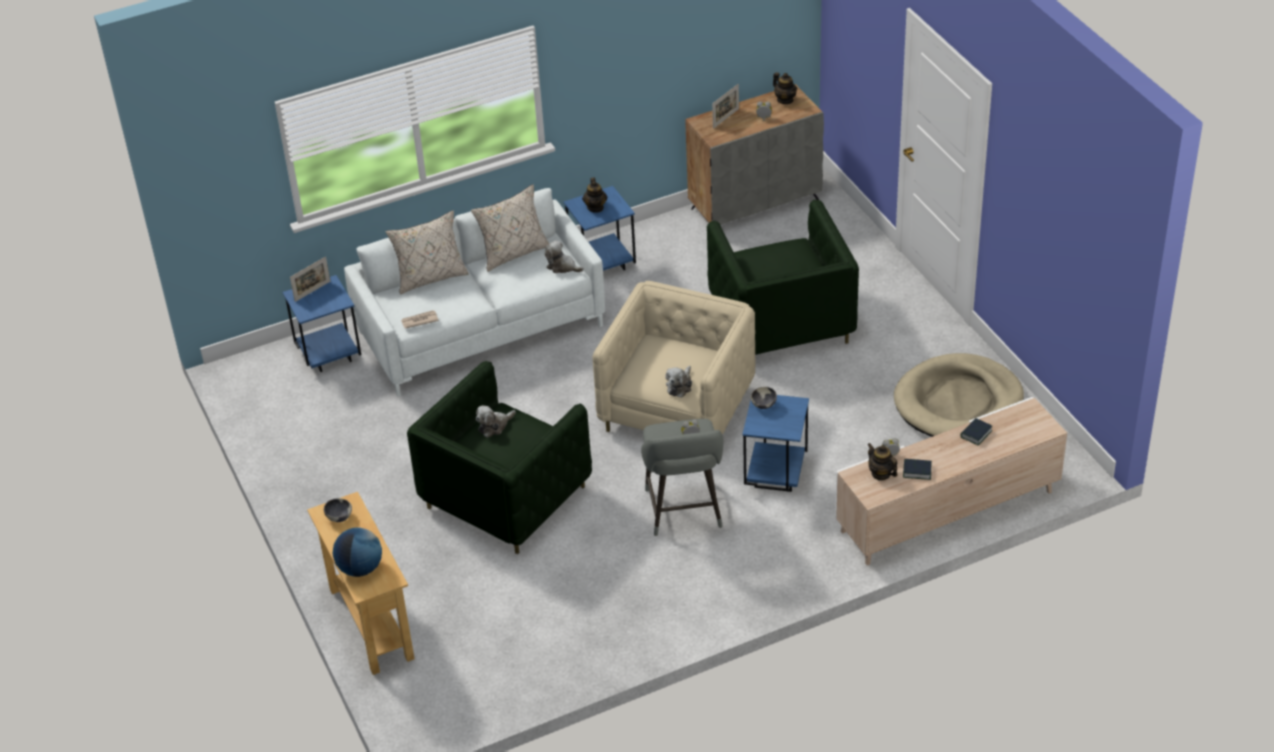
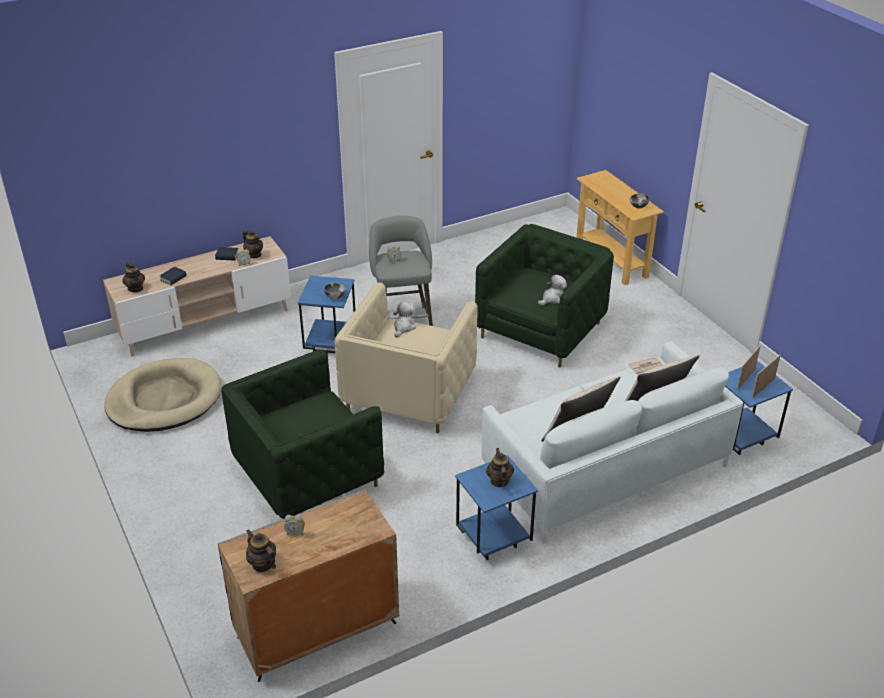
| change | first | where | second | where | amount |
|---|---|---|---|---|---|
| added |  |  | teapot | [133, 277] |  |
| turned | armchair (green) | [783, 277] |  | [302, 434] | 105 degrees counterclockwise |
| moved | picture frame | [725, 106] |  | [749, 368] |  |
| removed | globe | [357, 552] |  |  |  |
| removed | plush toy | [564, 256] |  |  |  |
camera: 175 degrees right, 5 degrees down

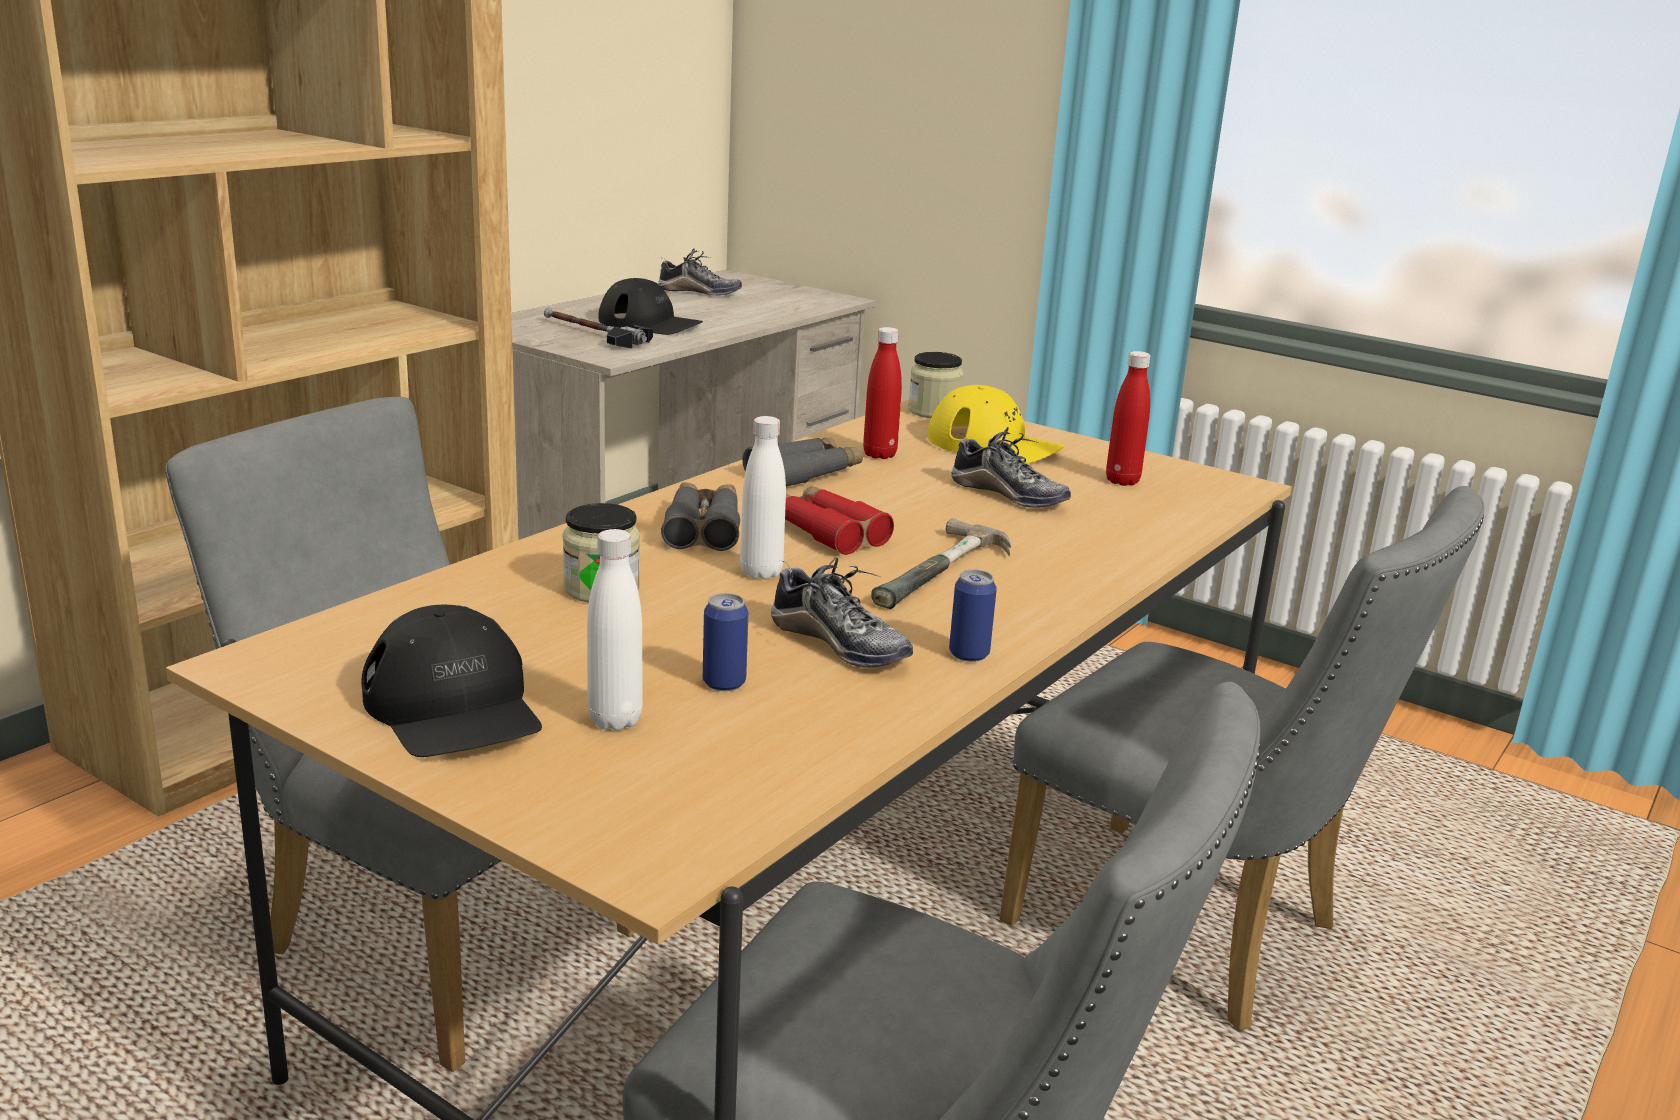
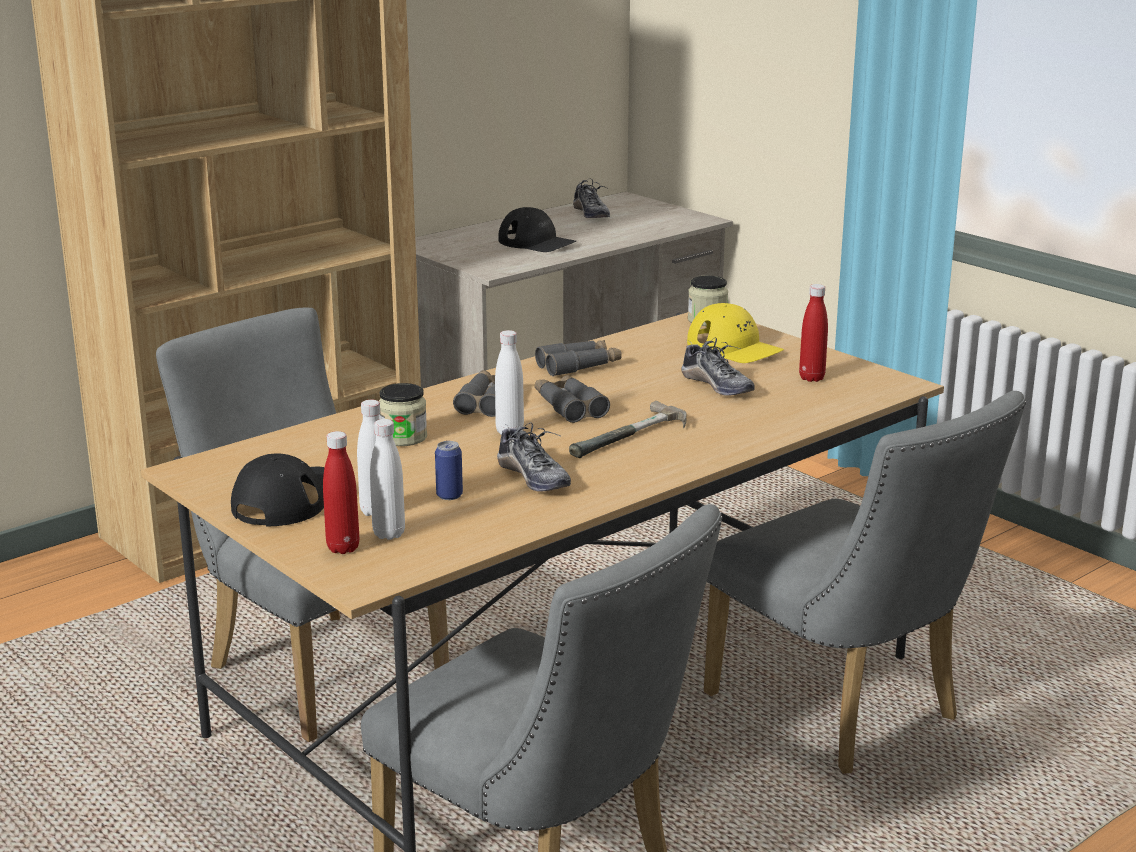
| change | first | where | second | where | amount |
|---|---|---|---|---|---|
| turned | cap (black) | [451, 681] |  | [278, 490] | 135 degrees counterclockwise |
| moved | bottle (red) | [882, 393] |  | [341, 492] |  |
| added |  |  | bottle (white) | [387, 479] |  |
| recoloured | binoculars (red) | [839, 520] | binoculars (grey) | [572, 399] |  |
| turned | shoe | [700, 272] |  | [591, 198] | 45 degrees clockwise |
| removed | hammer | [598, 328] |  |  |  |
| removed | can | [973, 615] |  |  |  |
camera: 15 degrees right, 0 degrees up

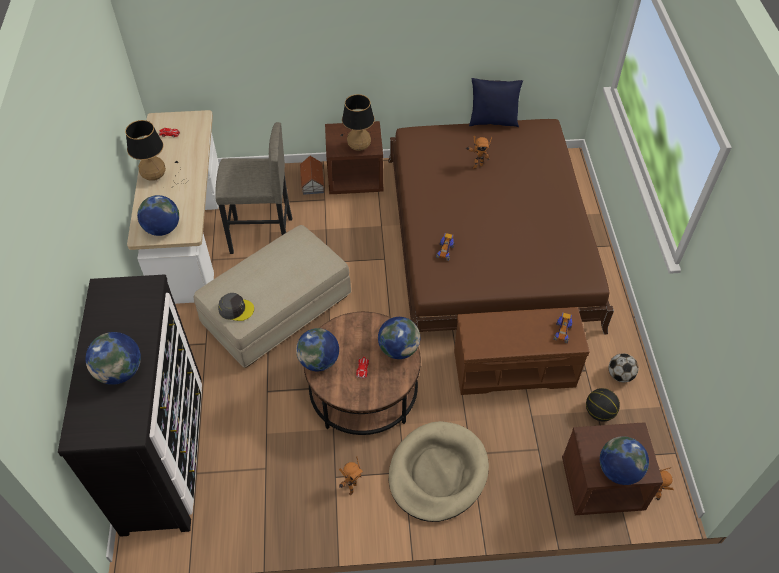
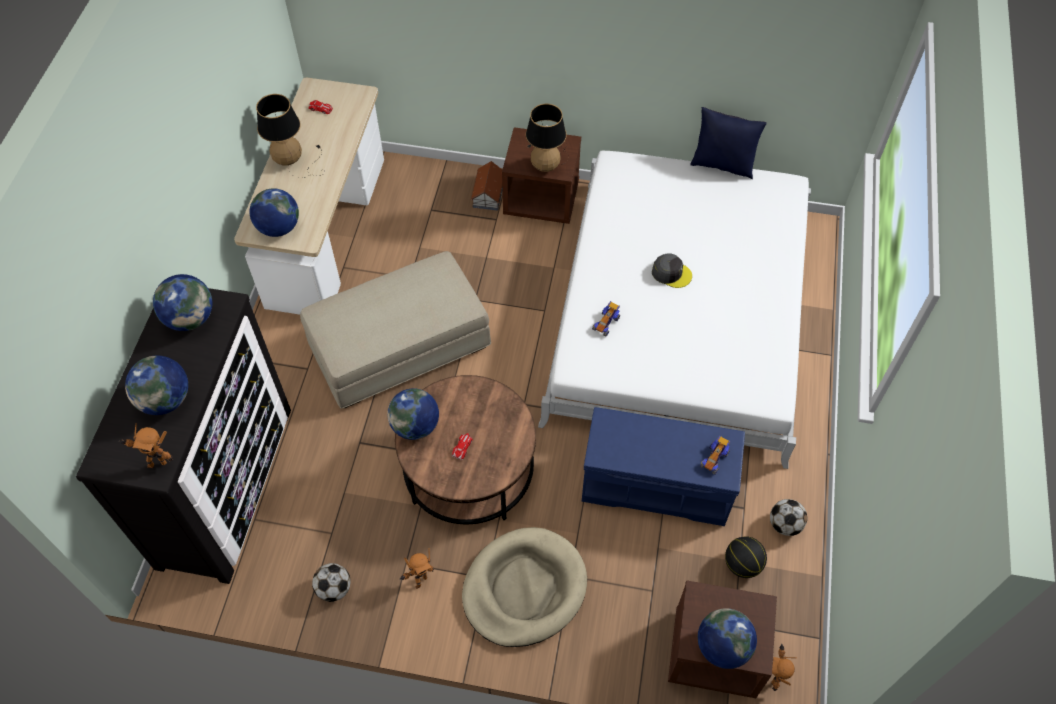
| change | first | where | second | where | amount |
|---|---|---|---|---|---|
| moved | toy robot | [479, 152] |  | [146, 445] |  |
| moved | globe | [399, 338] |  | [182, 302] |  |
| added |  |  | football | [331, 582] |  |
| recoloured | bed (brown) | [501, 226] | bed (white) | [674, 310] |  |
| recoloured | bench (brown) | [522, 351] | bench (blue) | [663, 466] |  |
| moved | cap (grey) | [236, 307] |  | [672, 270] |  |
| removed | stool (grey) | [253, 188] |  |  |  |
camera: 15 degrees right, 5 degrees up

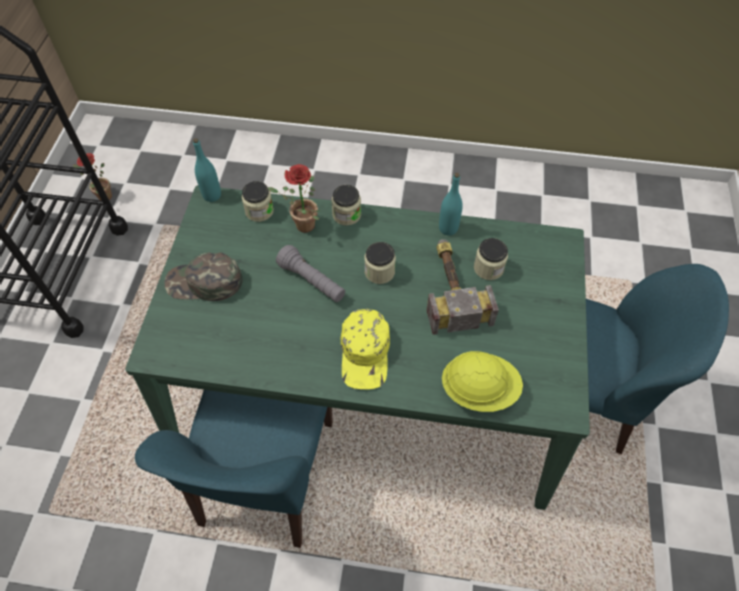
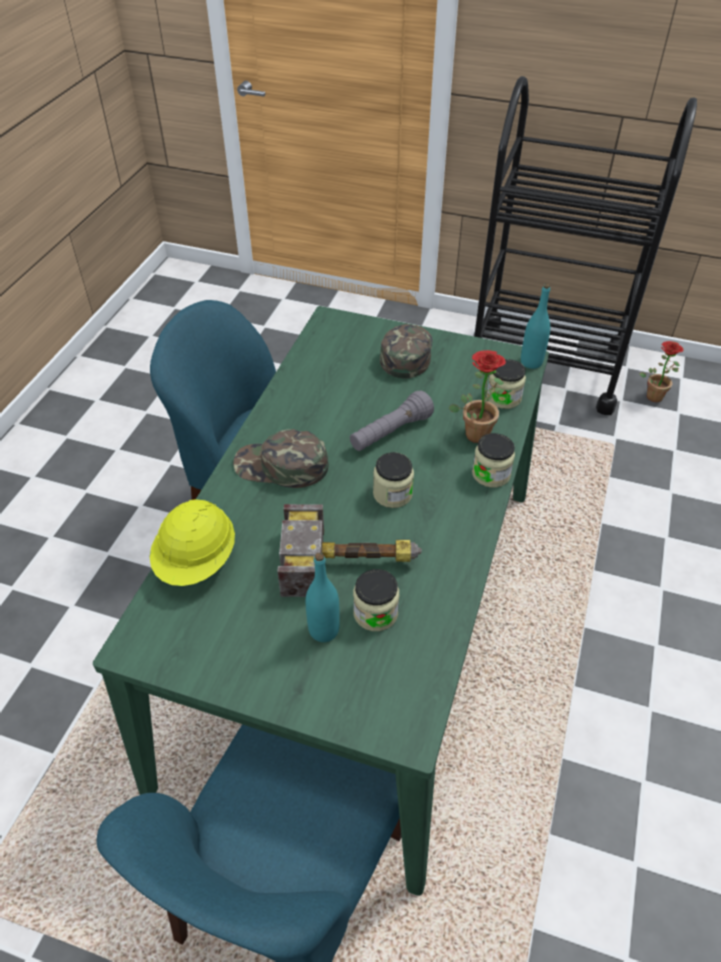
| change | first | where | second | where | amount |
|---|---|---|---|---|---|
| recoloured | cap (yellow) | [365, 349] | cap (green) | [280, 458] |  |
| moved | bottle (turquoise) | [451, 204] |  | [323, 597] |  |
camera: 100 degrees right, 10 degrees down

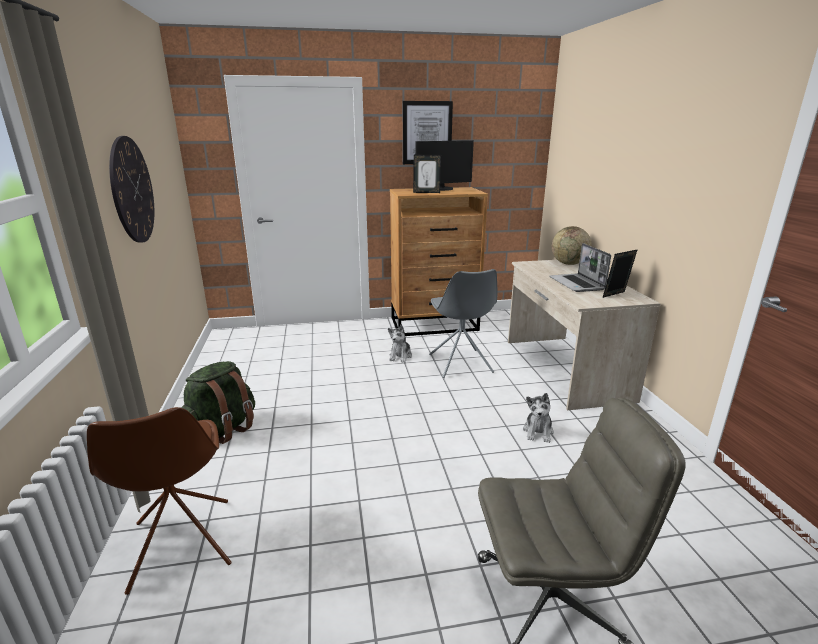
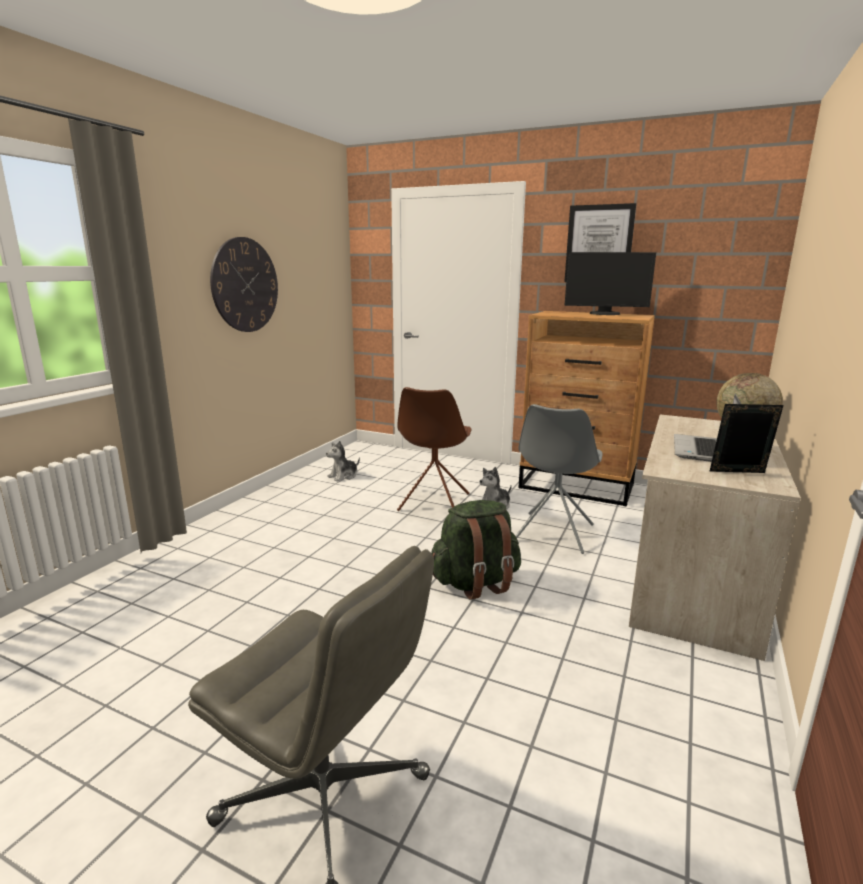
| change | first | where | second | where | amount |
|---|---|---|---|---|---|
| moved | plush toy | [538, 418] |  | [343, 461] |  |
| moved | chair (brown) | [159, 501] |  | [434, 449] |  |
| moved | backpack (green) | [218, 402] |  | [476, 549] |  |
| removed | picture frame | [427, 174] |  |  |  |
camera: 35 degrees right, 5 degrees down

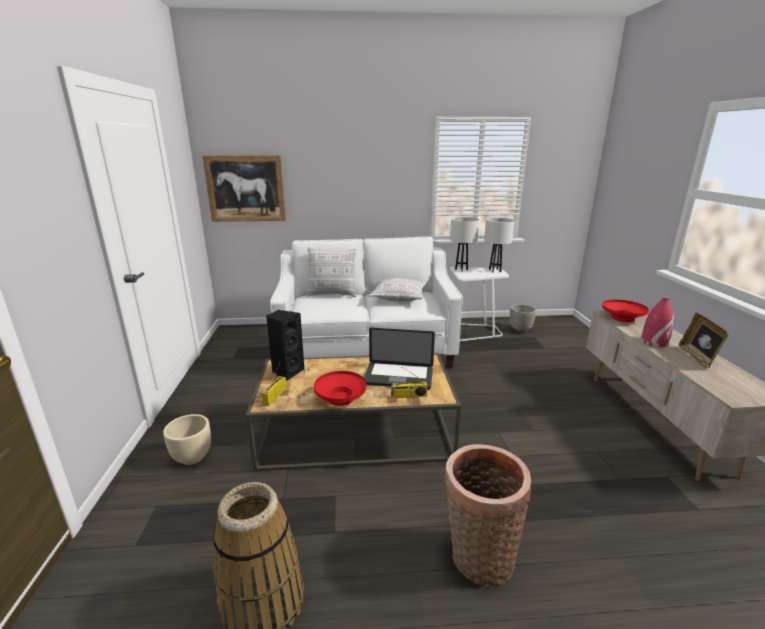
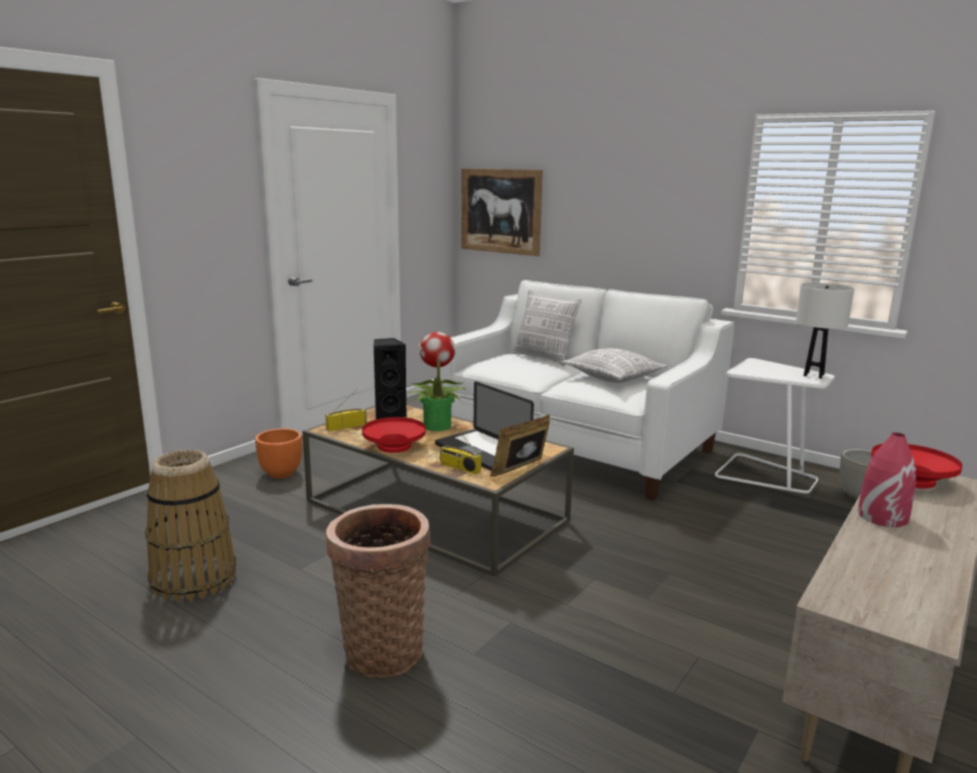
| change | first | where | second | where | amount |
|---|---|---|---|---|---|
| recoloured | planter (beige) | [187, 439] | planter (orange) | [278, 453] |  |
| added |  |  | potted plant | [438, 381] |  |
| moved | picture frame | [703, 341] |  | [520, 445] |  |
| removed | table lamp (white) | [464, 244] |  |  |  |
camera: 40 degrees right, 5 degrees down

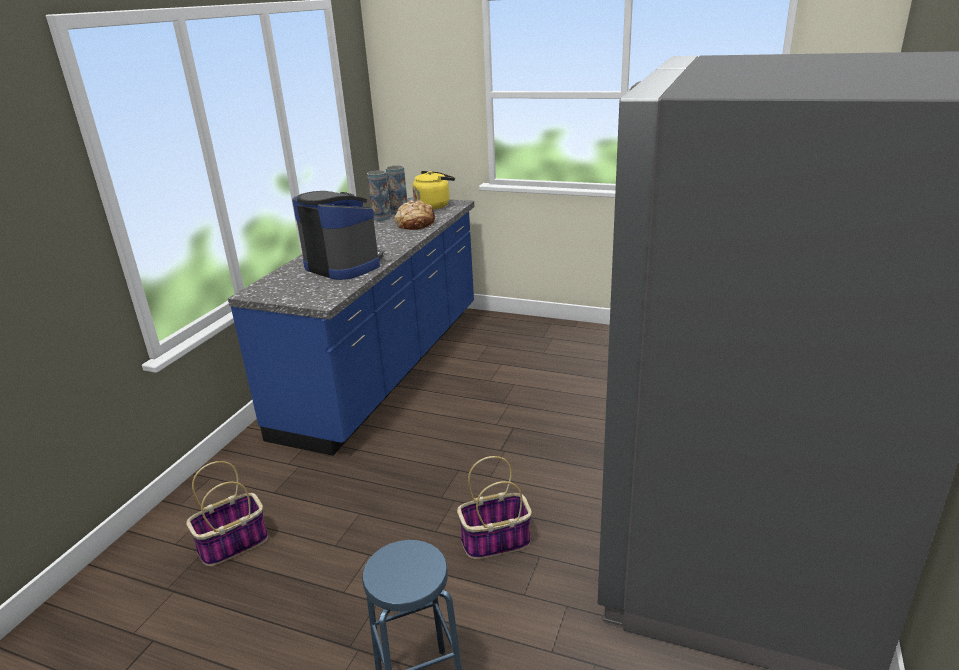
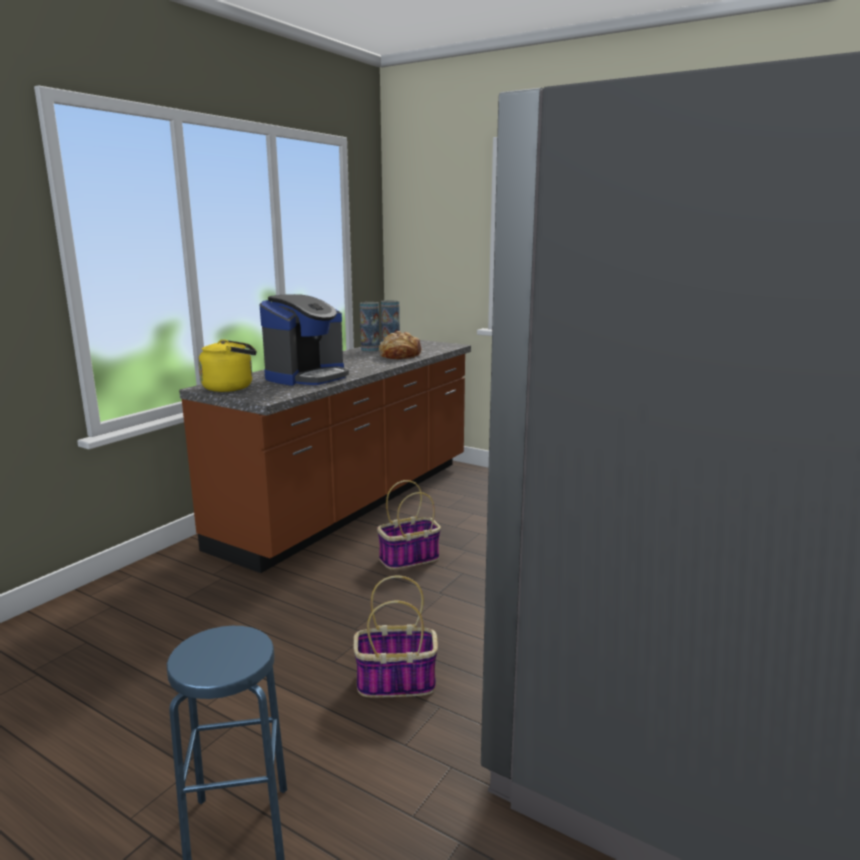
| change | first | where | second | where | amount |
|---|---|---|---|---|---|
| recoloured | counter (blue) | [351, 326] | counter (brown) | [325, 456] |  |
| moved | kettle (yellow) | [434, 190] |  | [227, 365] |  |
| turned | coffee machine | [338, 235] |  | [304, 340] | 75 degrees clockwise |
| moved | basket | [227, 513] |  | [409, 525] |  |
camera: 10 degrees right, 10 degrees down

